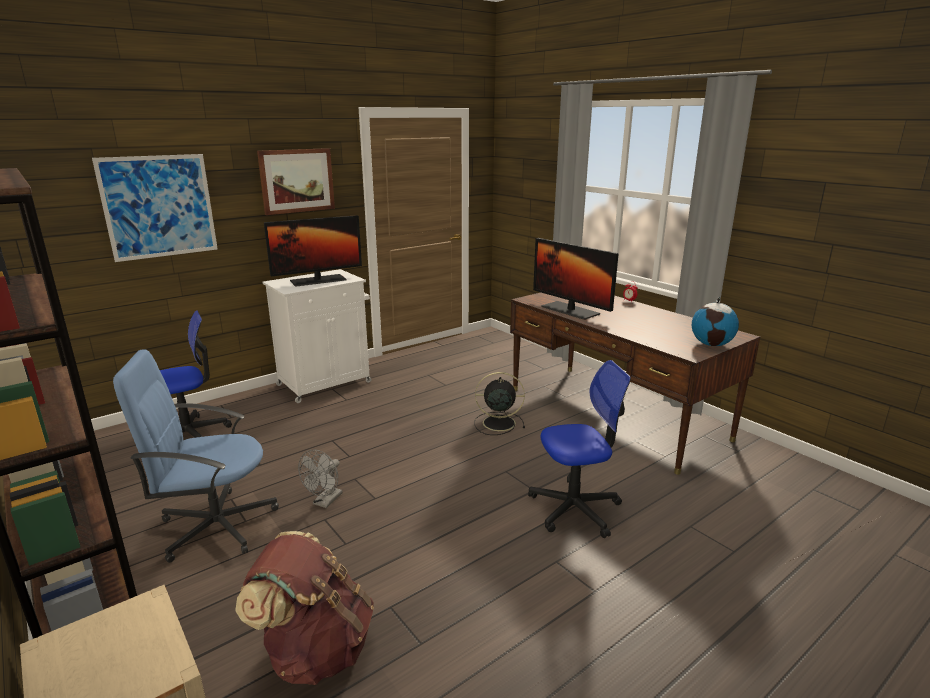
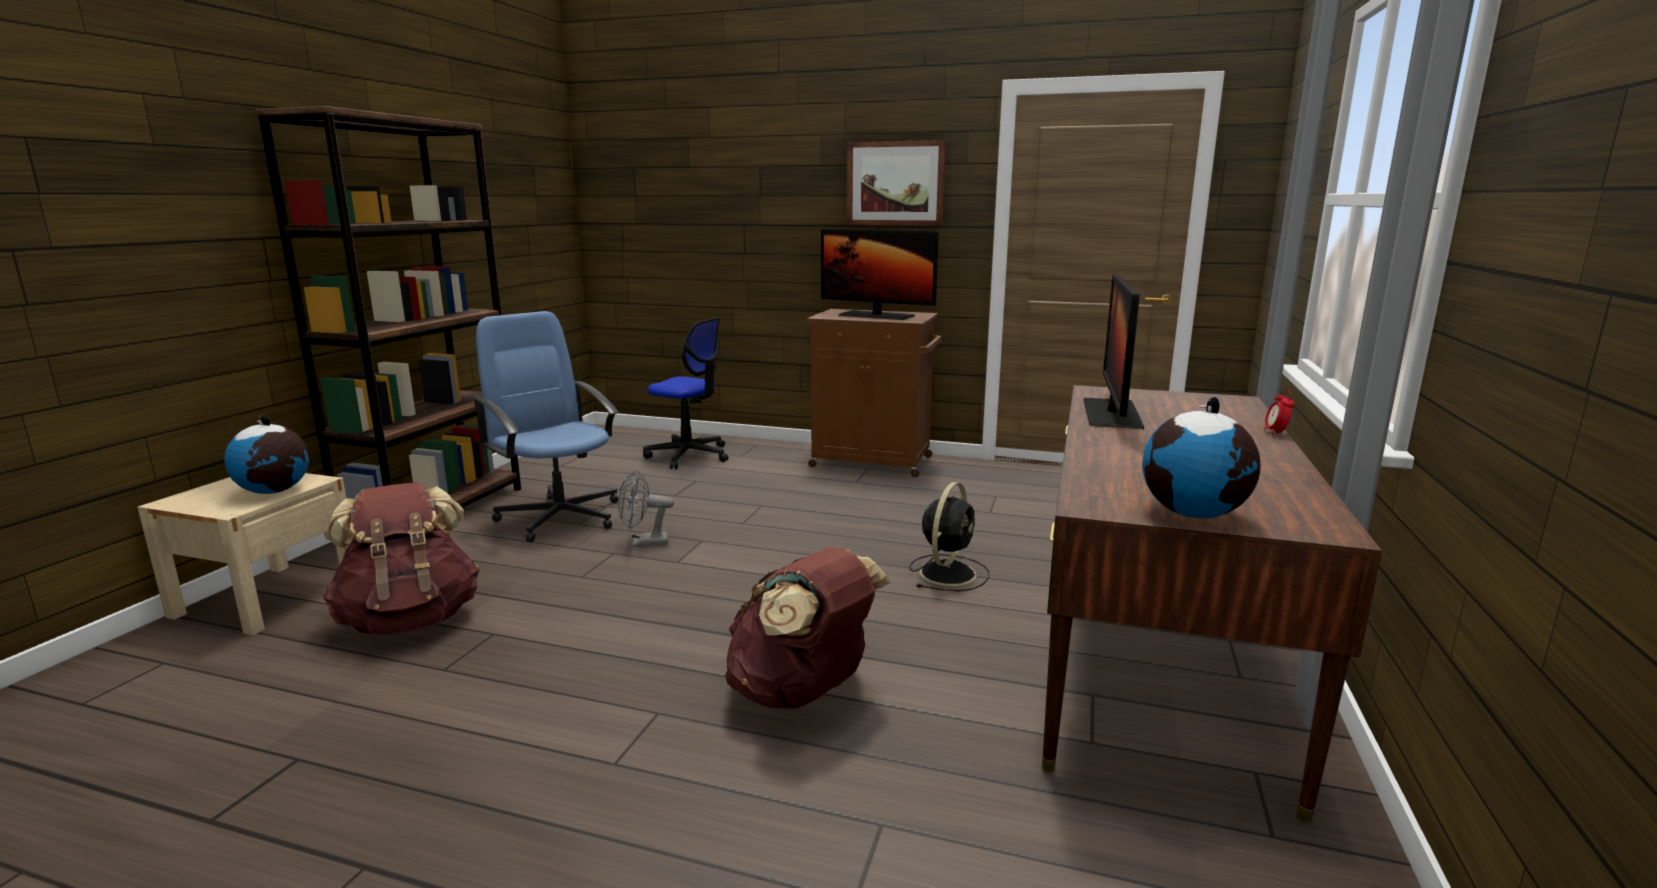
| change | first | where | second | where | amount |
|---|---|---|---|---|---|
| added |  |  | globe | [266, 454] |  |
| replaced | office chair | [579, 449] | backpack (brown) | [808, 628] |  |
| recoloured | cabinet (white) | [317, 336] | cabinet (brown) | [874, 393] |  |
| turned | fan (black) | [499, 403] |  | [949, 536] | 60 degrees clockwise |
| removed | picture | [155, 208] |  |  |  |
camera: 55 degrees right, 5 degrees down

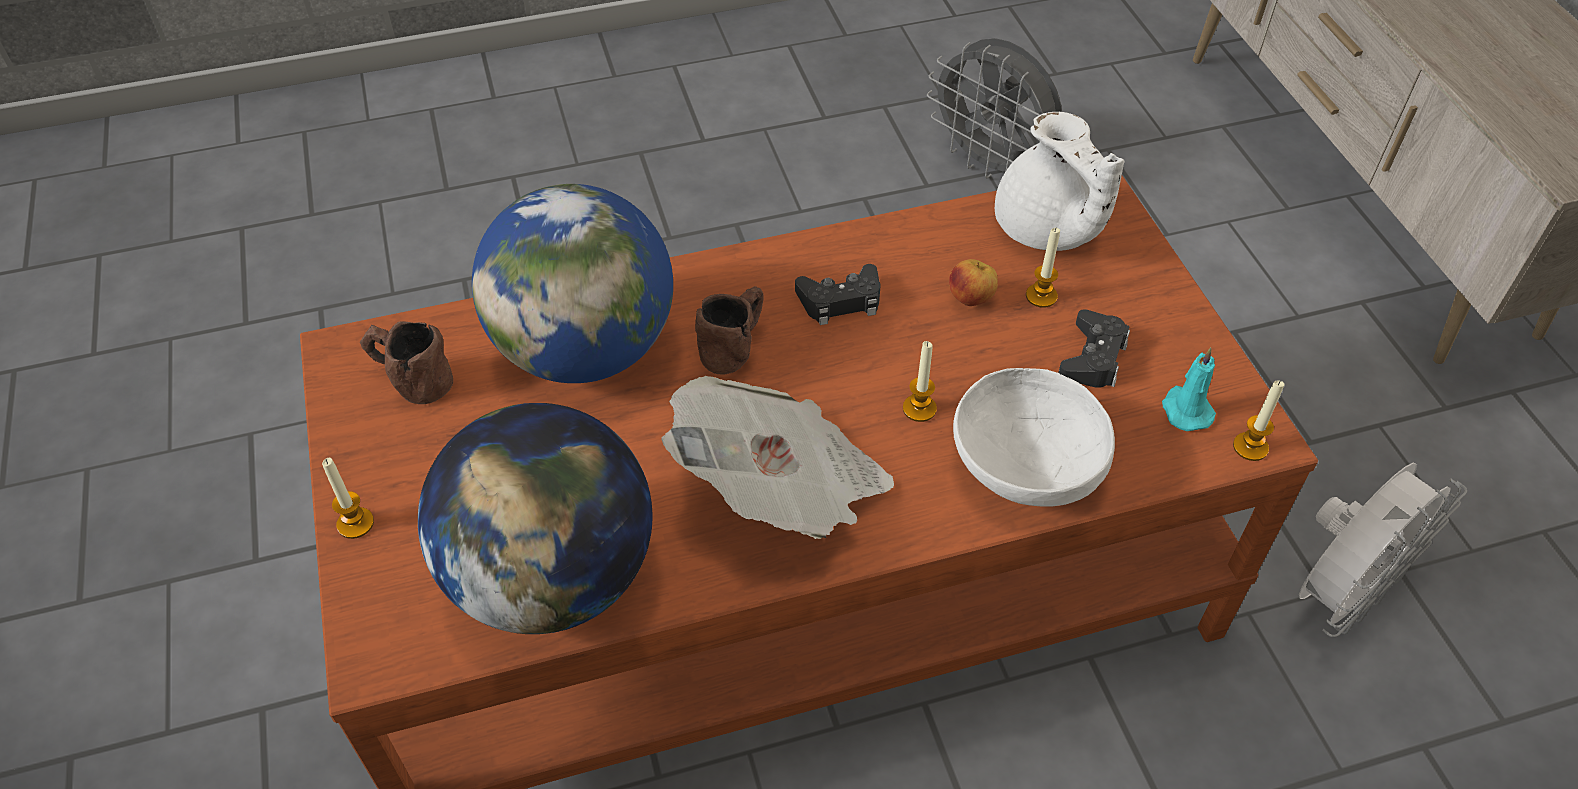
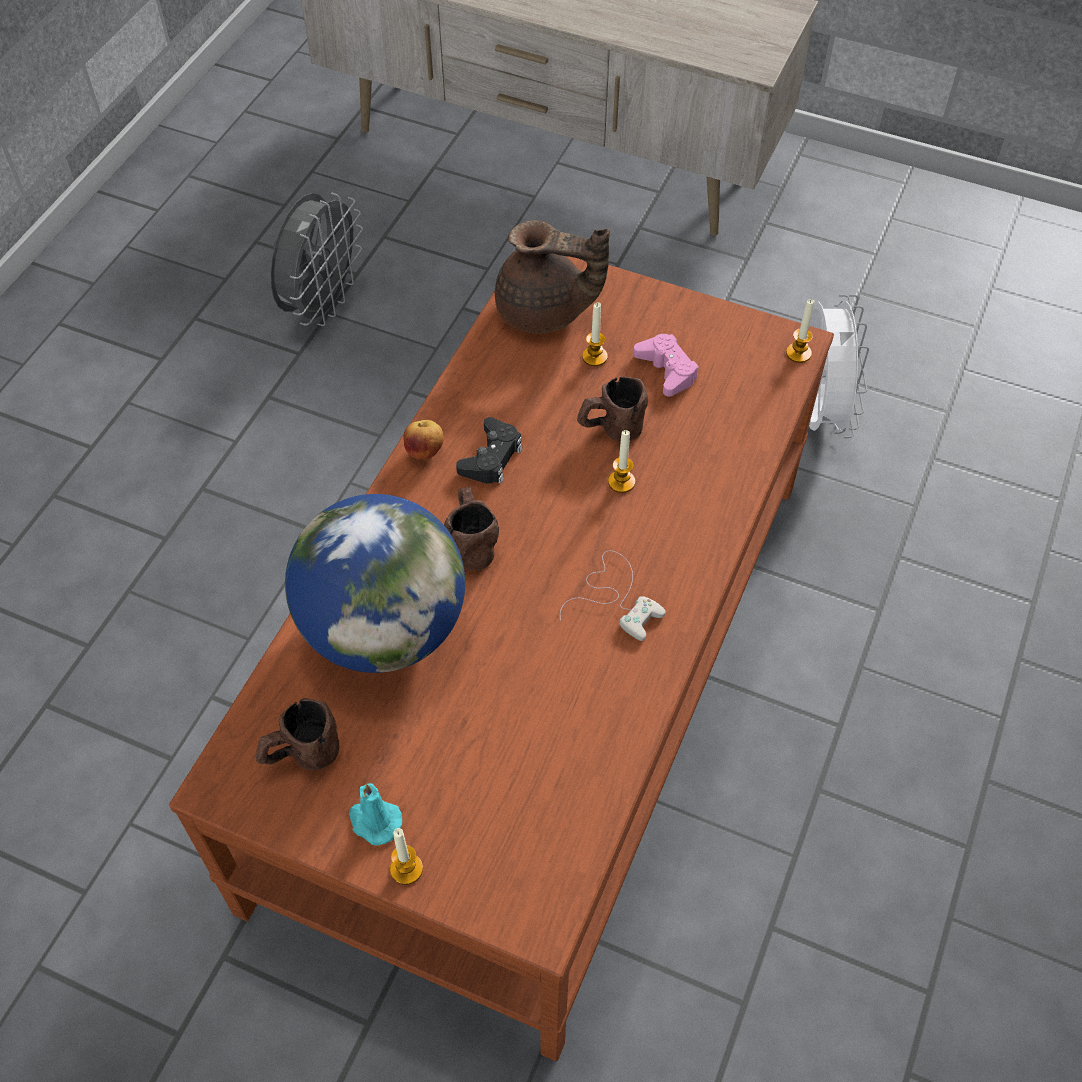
| change | first | where | second | where | amount |
|---|---|---|---|---|---|
| turned | fan (grey) | [994, 108] |  | [316, 259] | 60 degrees counterclockwise |
| moved | candle (turquoise) | [1189, 389] |  | [375, 814] |  |
| moved | apple | [973, 282] |  | [423, 439] |  |
| recoloured | teapot (white) | [1060, 181] | teapot (brown) | [552, 277] |  |
| replaced | newspaper | [777, 457] | game controller (white) | [613, 596] |  |
| added |  |  | mug (brown) | [612, 409] |  |
| recoloured | game controller (black) | [1094, 348] | game controller (pink) | [666, 365] |  |
| removed | globe | [535, 518] |  |  |  |
| removed | bowl (white) | [1034, 437] |  |  |  |
camera: 50 degrees left, 5 degrees up

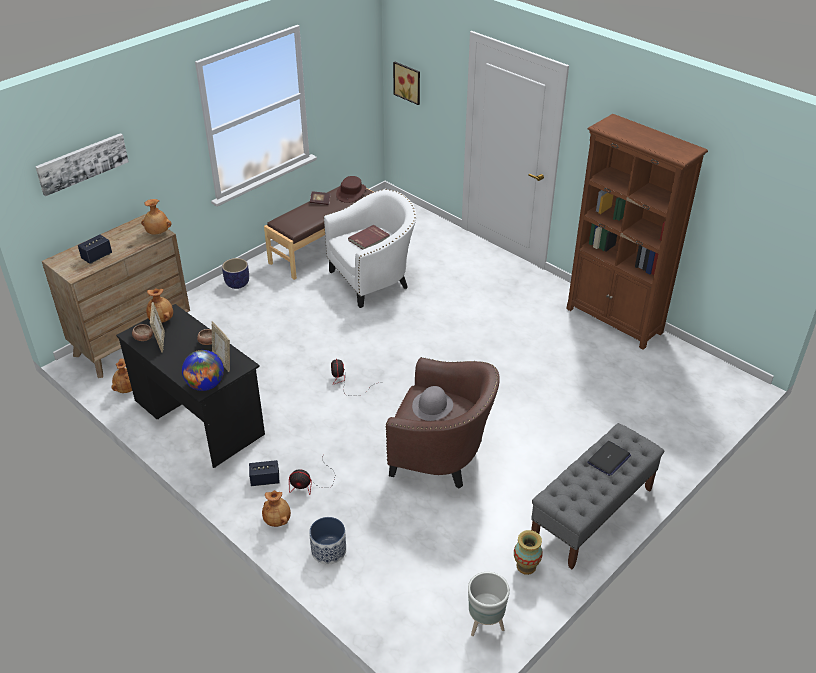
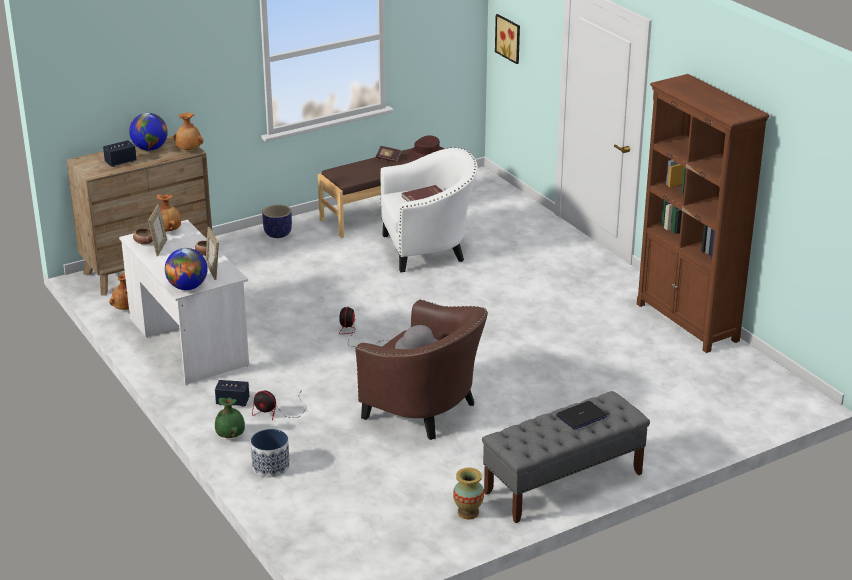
| change | first | where | second | where | amount |
|---|---|---|---|---|---|
| recoloured | desk (black) | [190, 386] | desk (white) | [184, 302] |  |
| added |  |  | globe | [148, 132] |  |
| recoloured | vase (brown) | [276, 508] | vase (green) | [230, 417] |  |
| removed | picture | [82, 164] |  |  |  |
| removed | planter (grey) | [489, 604] |  |  |  |
camera: 15 degrees right, 10 degrees down

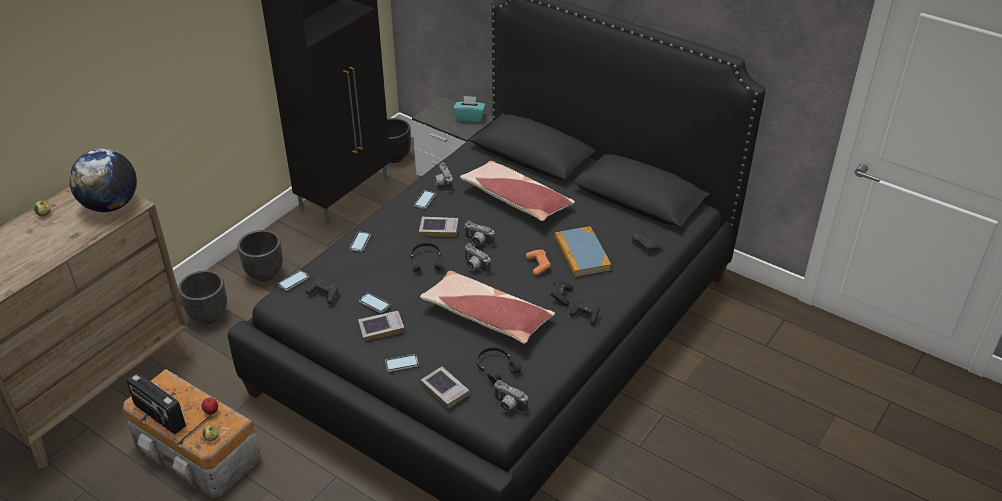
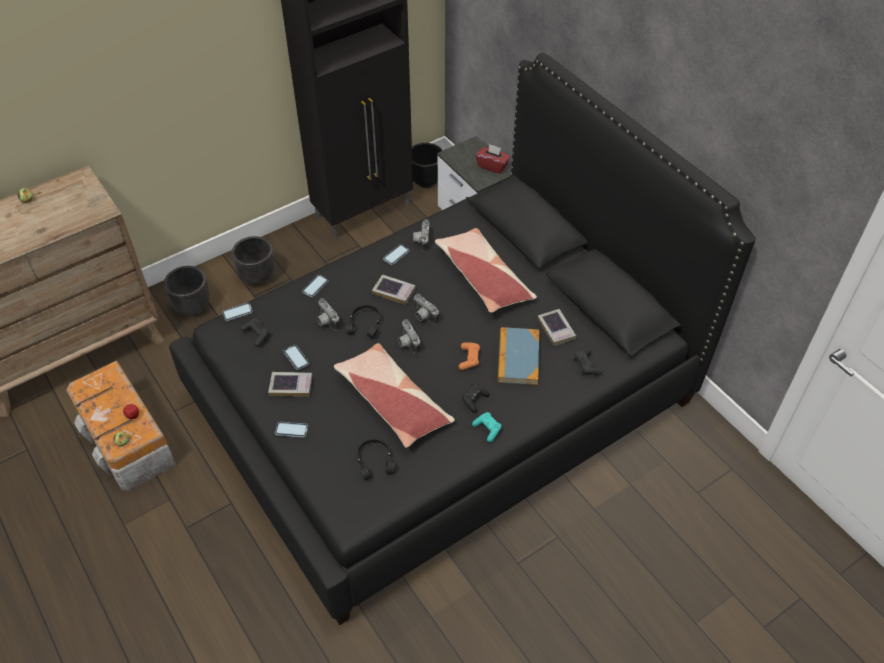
| change | first | where | second | where | amount |
|---|---|---|---|---|---|
| moved | photo camera | [510, 396] |  | [328, 314] |  |
| recoloured | game controller (black) | [584, 312] | game controller (turquoise) | [487, 427] |  |
| recoloured | tissue box (turquoise) | [469, 109] | tissue box (red) | [493, 159] |  |
| moved | book | [445, 387] |  | [557, 327] |  |
| removed | globe | [103, 180] |  |  |  |
| removed | radio | [156, 403] |  |  |  |
camera: 20 degrees right, 10 degrees up

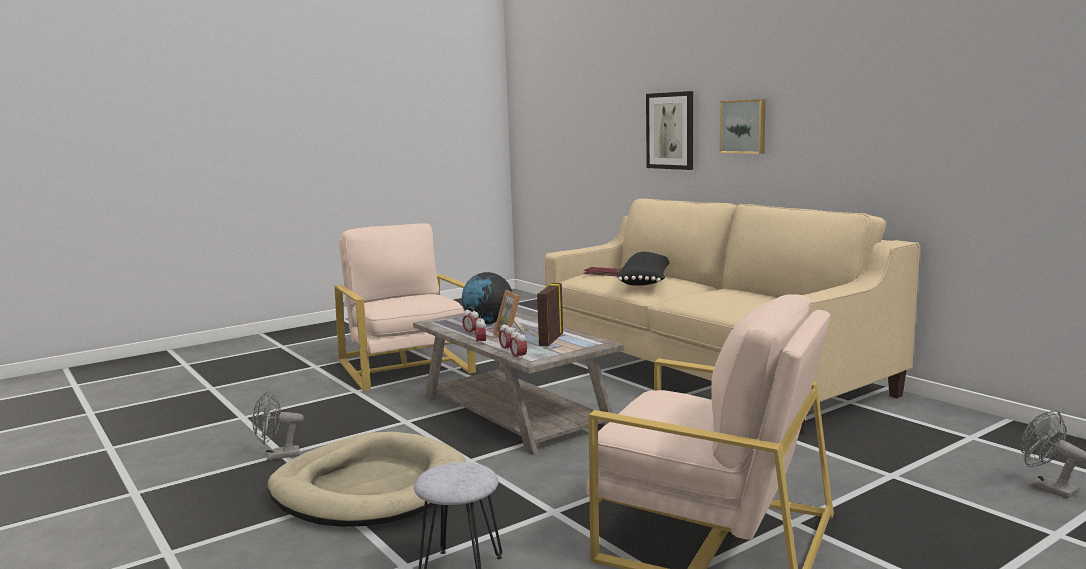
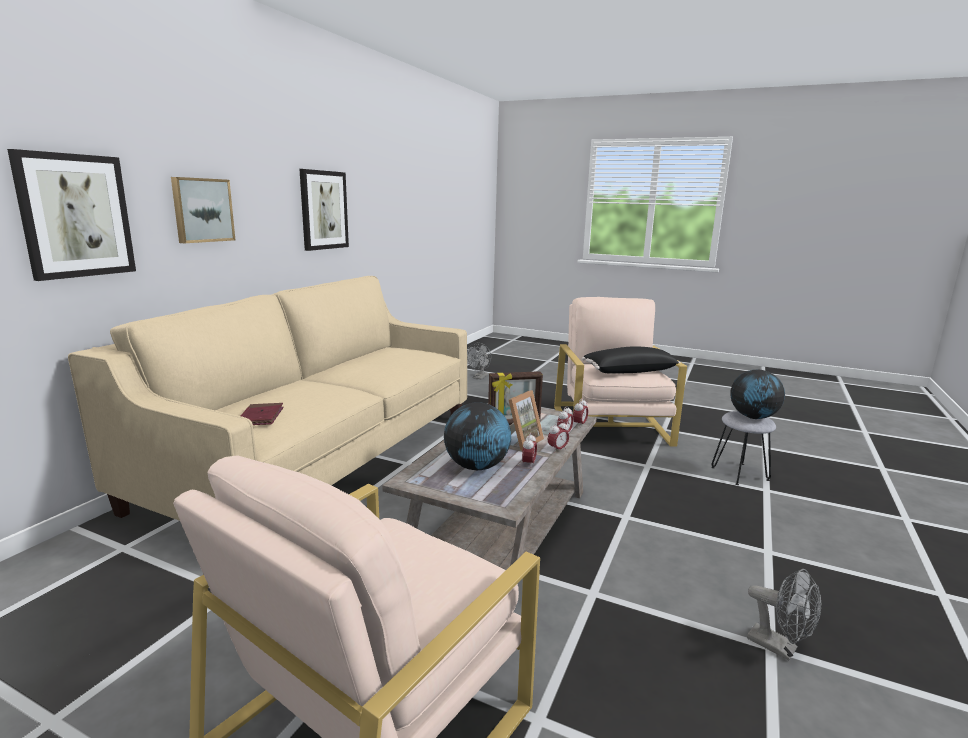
| change | first | where | second | where | amount |
|---|---|---|---|---|---|
| added |  |  | picture | [324, 210] |  |
| moved | pillow (black) | [643, 269] |  | [631, 360] |  |
| added |  |  | globe | [757, 394] |  |
| removed | dog bed (beige) | [367, 479] |  |  |  |
camera: 120 degrees left, 5 degrees up

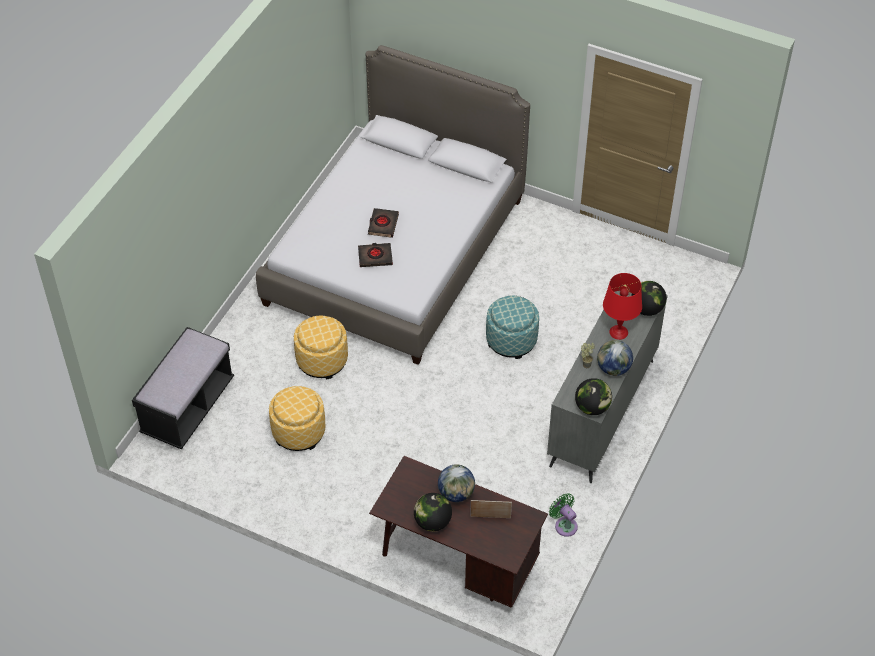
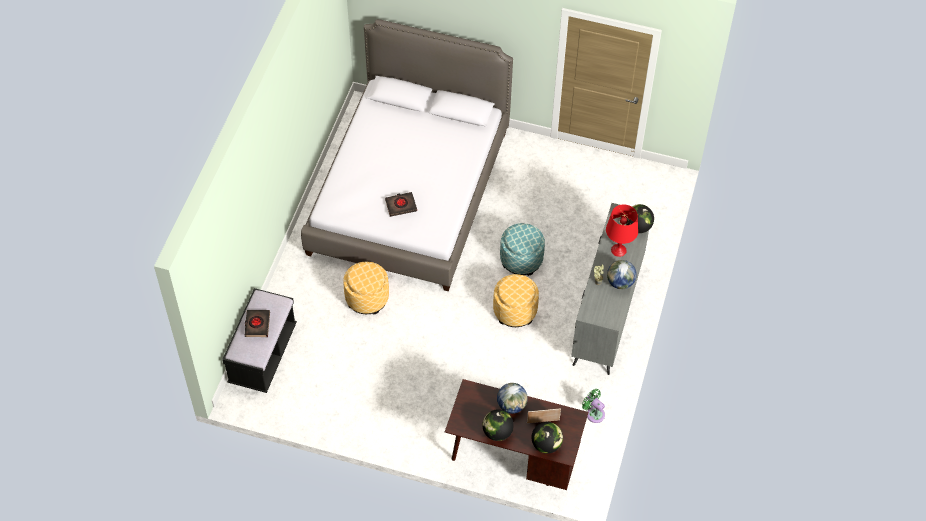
| change | first | where | second | where | amount |
|---|---|---|---|---|---|
| moved | book (black) | [383, 223] |  | [257, 323] |  |
| moved | ottoman | [297, 418] |  | [516, 300] |  |
| moved | globe | [593, 396] |  | [547, 437] |  |
camera: 10 degrees left, 5 degrees up

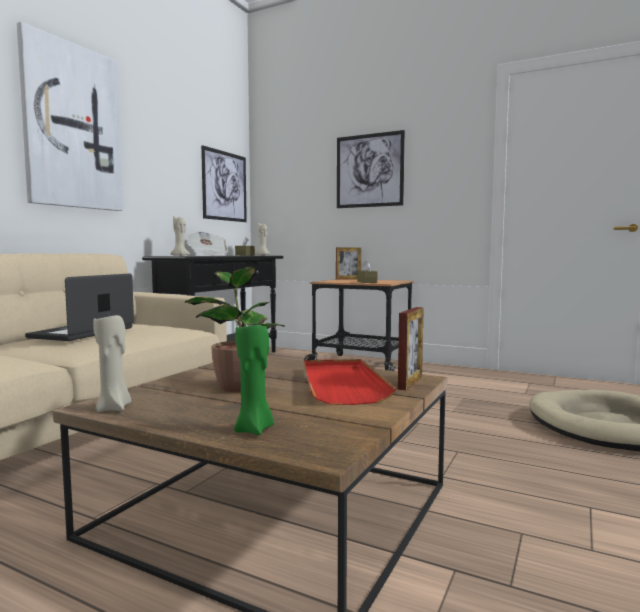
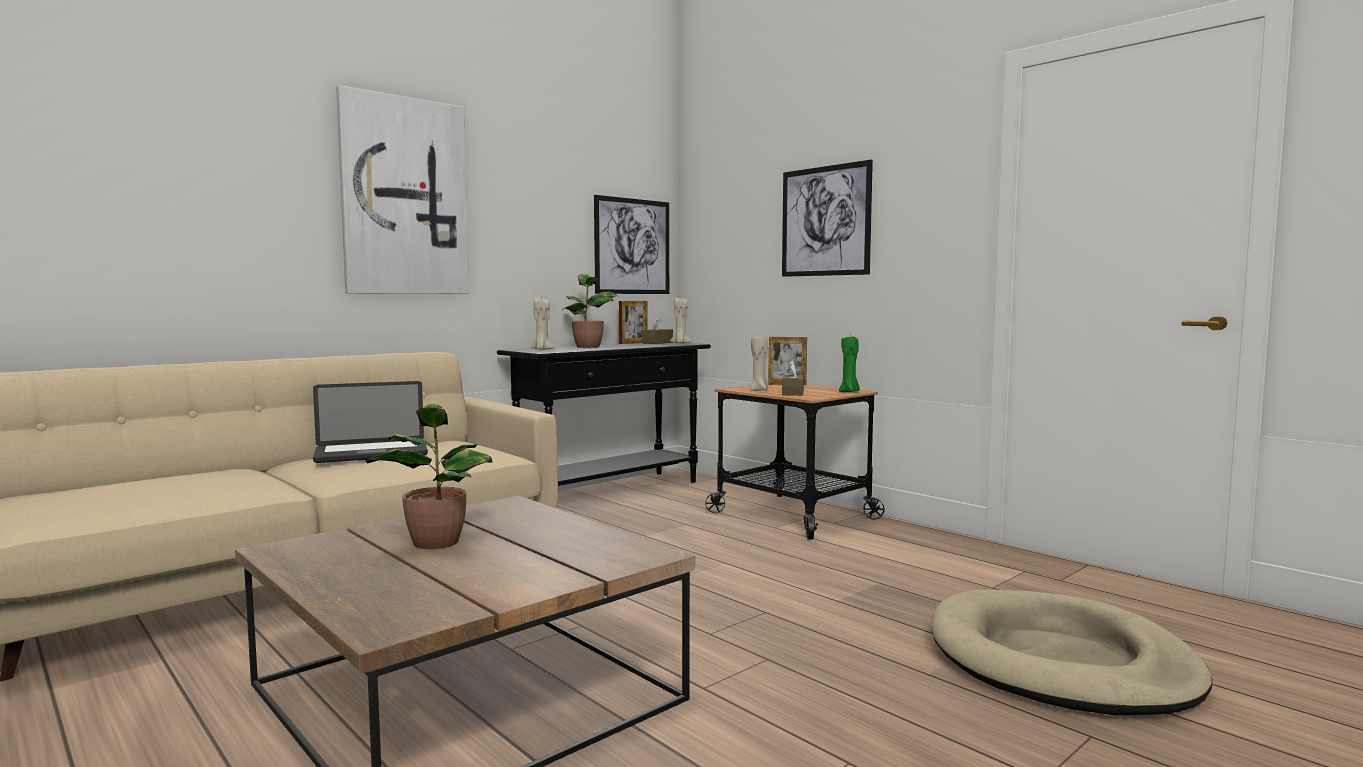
| change | first | where | second | where | amount |
|---|---|---|---|---|---|
| turned | laptop | [79, 307] |  | [370, 422] | 150 degrees counterclockwise |
| replaced | newspaper | [207, 244] | potted plant | [590, 311] |  |
| moved | picture frame | [411, 348] |  | [633, 322] |  |
| moved | candle (beige) | [112, 363] |  | [759, 363] |  |
| moved | candle (green) | [254, 380] |  | [849, 364] |  |
| removed | tray (red) | [350, 382] |  |  |  |
camera: 20 degrees right, 0 degrees up

